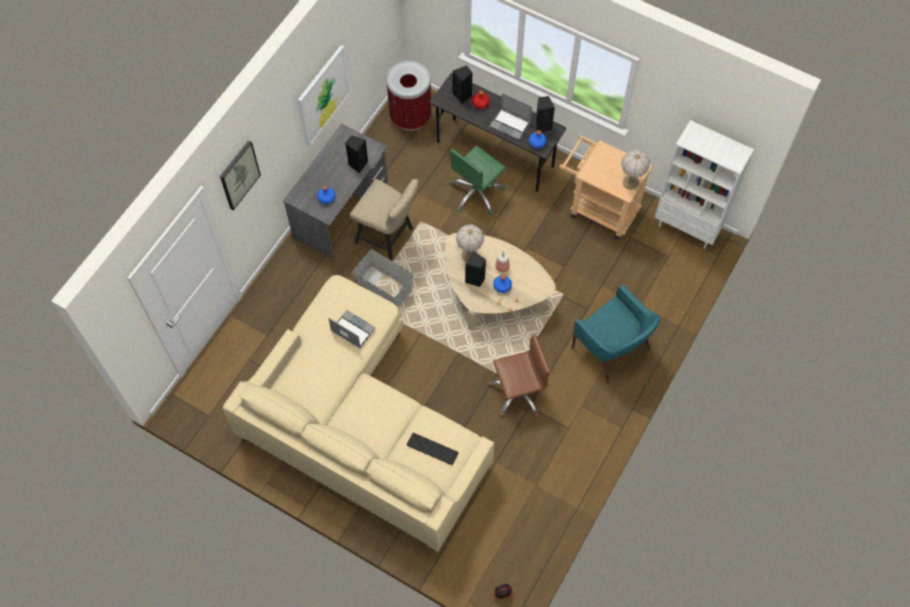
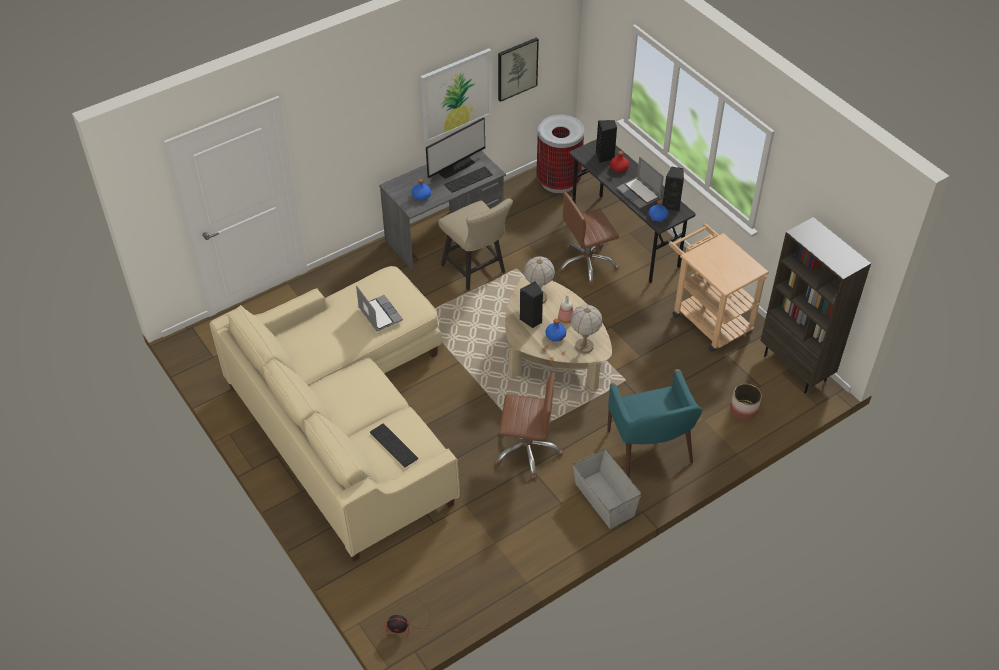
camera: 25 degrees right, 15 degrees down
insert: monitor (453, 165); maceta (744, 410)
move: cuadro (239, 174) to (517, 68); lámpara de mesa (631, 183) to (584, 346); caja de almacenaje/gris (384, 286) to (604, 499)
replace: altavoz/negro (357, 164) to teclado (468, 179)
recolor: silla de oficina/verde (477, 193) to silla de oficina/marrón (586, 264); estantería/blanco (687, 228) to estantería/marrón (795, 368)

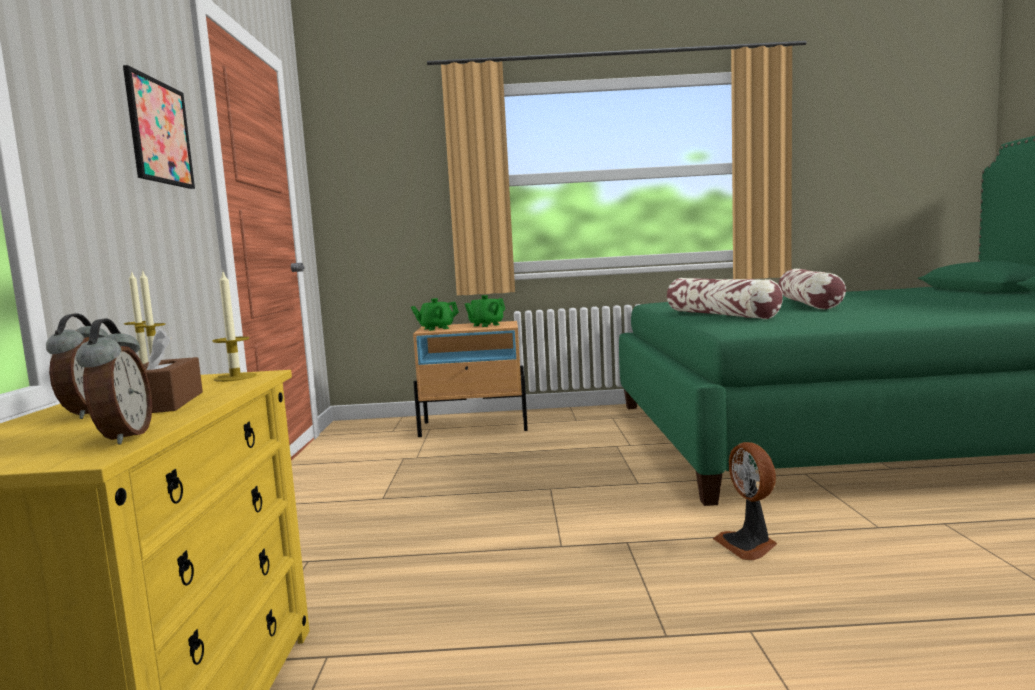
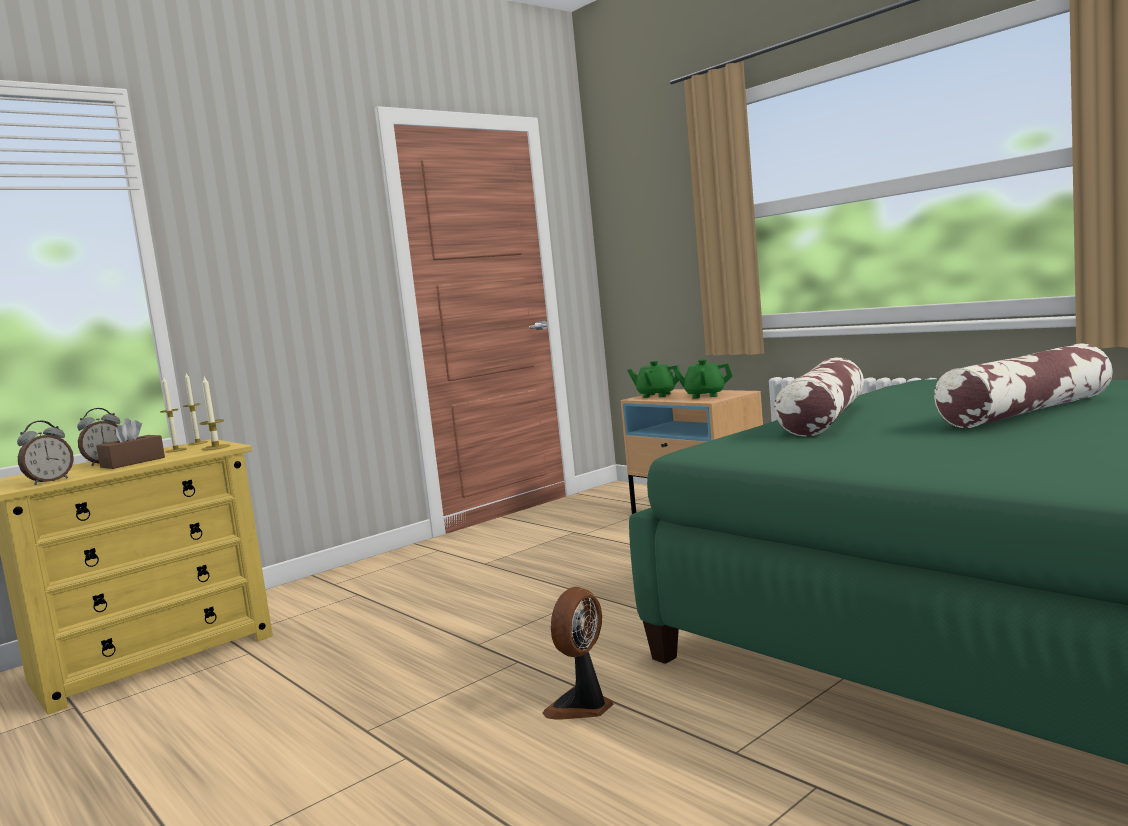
camera: 50 degrees right, 0 degrees up
delete: cuadro (159, 132)

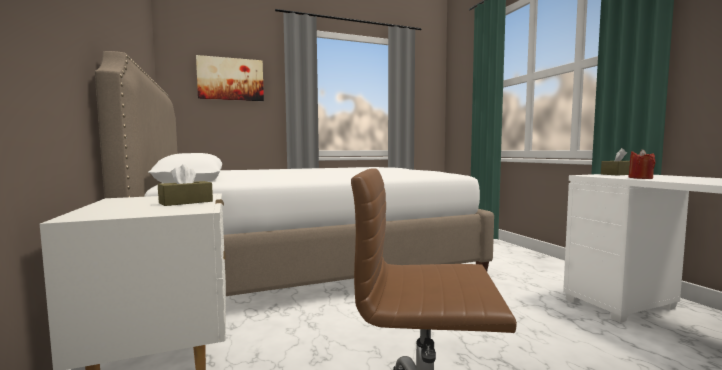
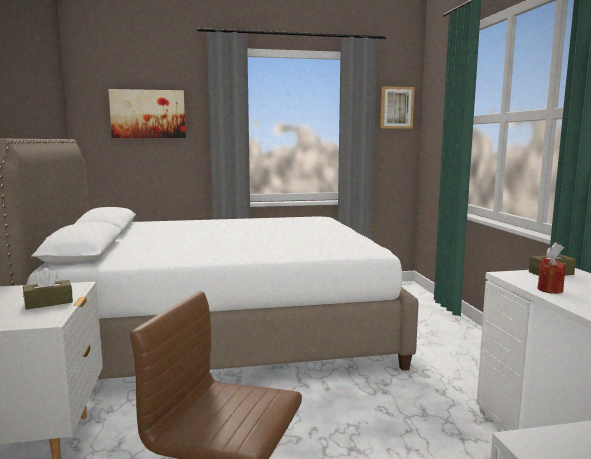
camera: 10 degrees right, 5 degrees up
insert: cuadro (396, 107)

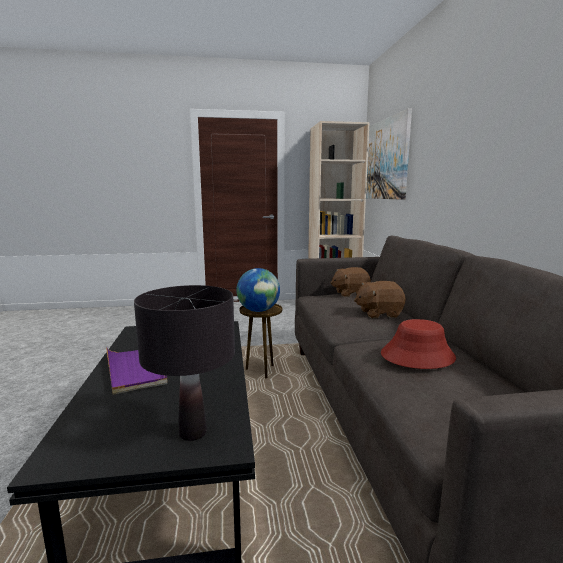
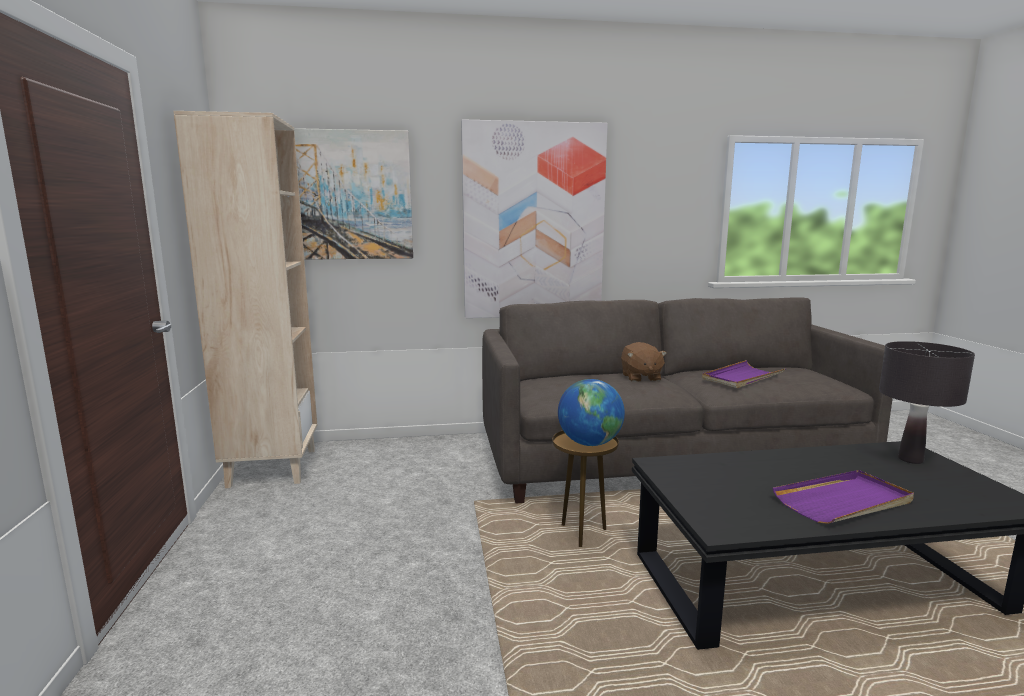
camera: 90 degrees left, 0 degrees up
delete: peluche/marrón (350, 293)
insert: cuadro (533, 222)
replace: sombrero/rojo (417, 356) to bandeja/morado (742, 377)

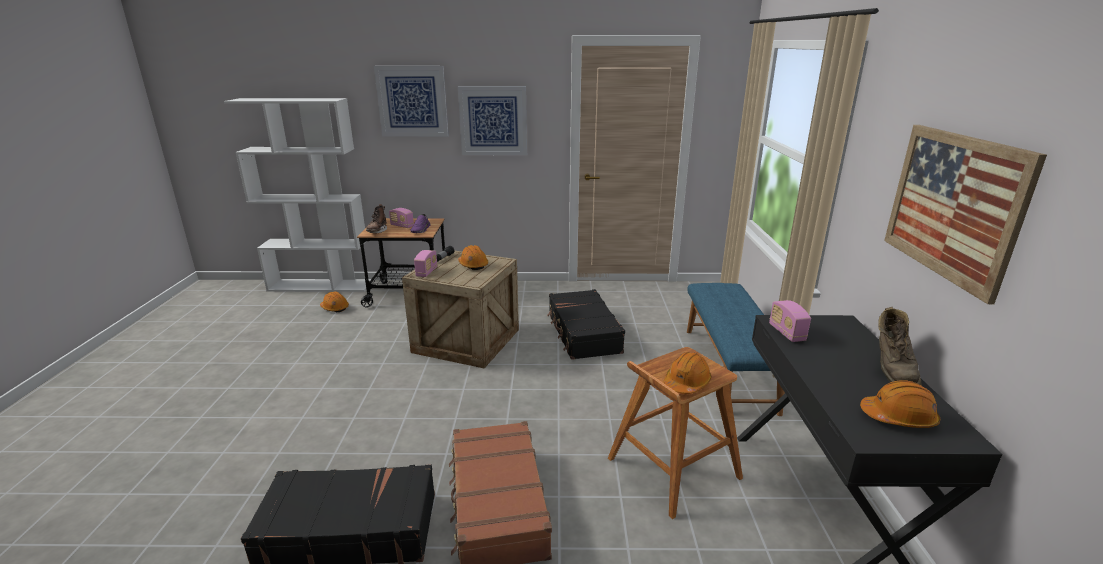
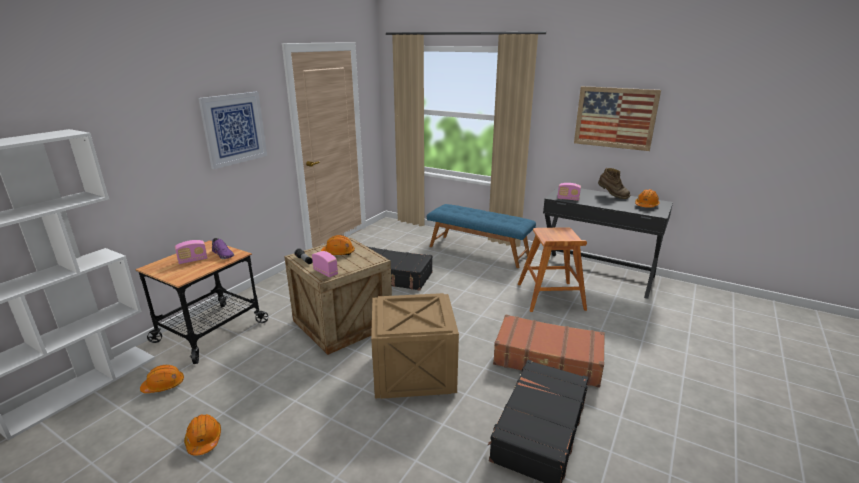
camera: 60 degrees left, 0 degrees up
delete: bota/marrón (377, 231); cuadro (412, 101)
insert: caja de embalaje (415, 373)
move: casco/naranja (686, 383) to (204, 440)

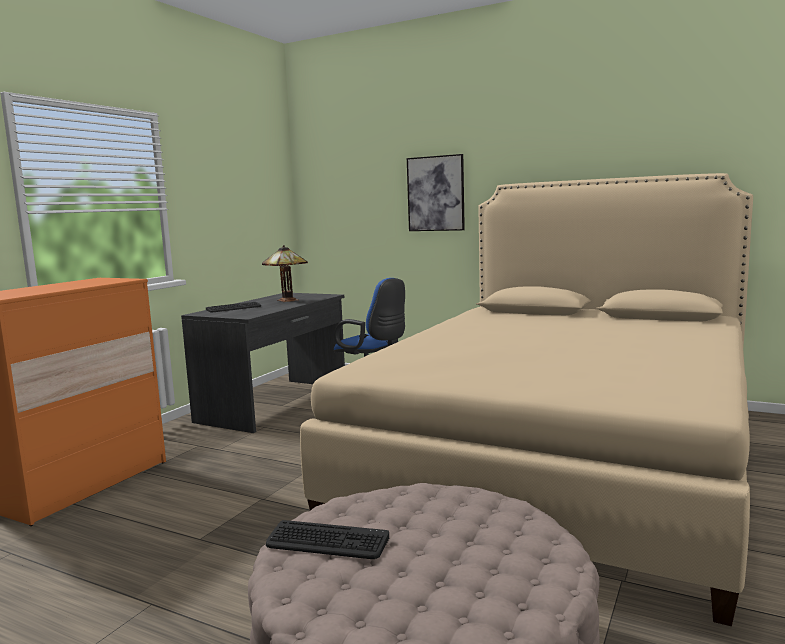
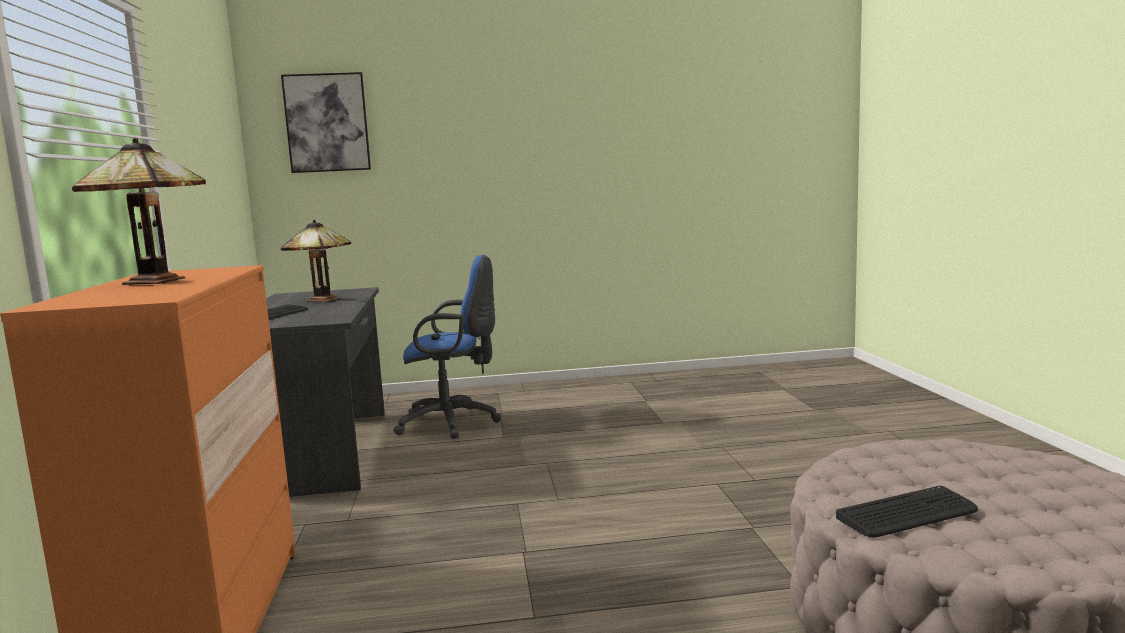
camera: 35 degrees left, 0 degrees up
delete: cama/beis (559, 458)
insert: lámpara de mesa (159, 281)
move: cuadro (436, 193) to (327, 123)

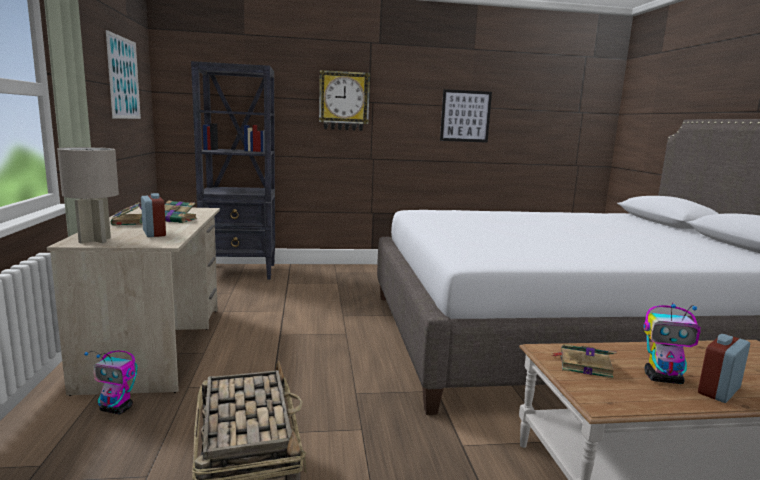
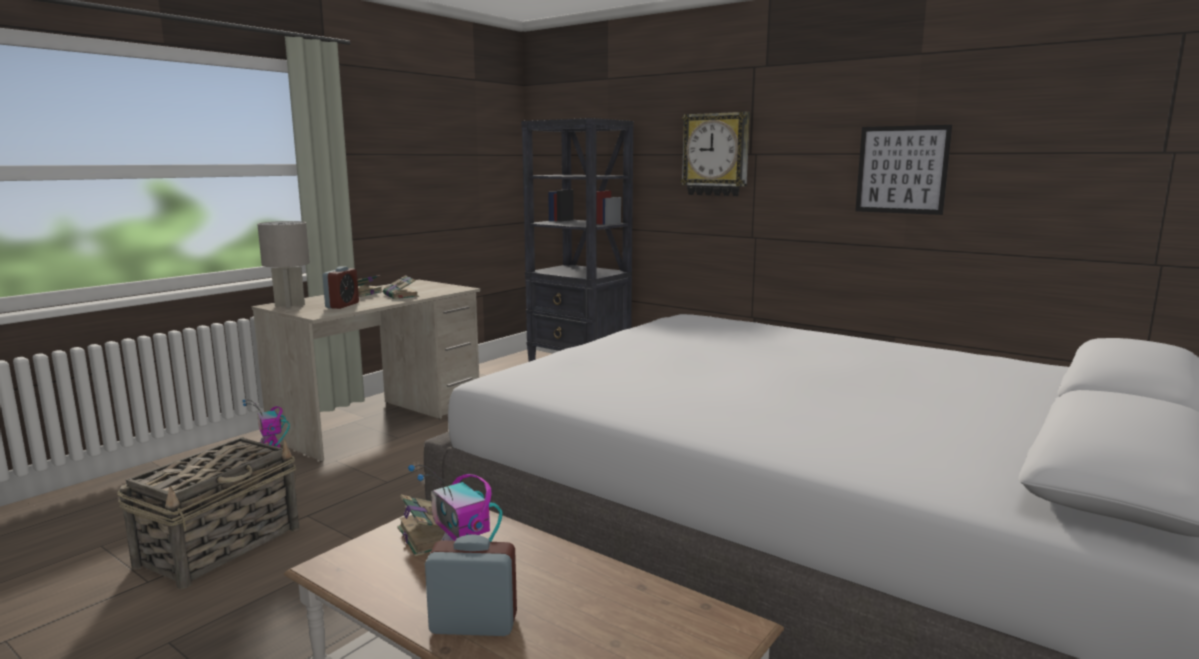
camera: 45 degrees right, 0 degrees up
delete: cuadro (124, 78)

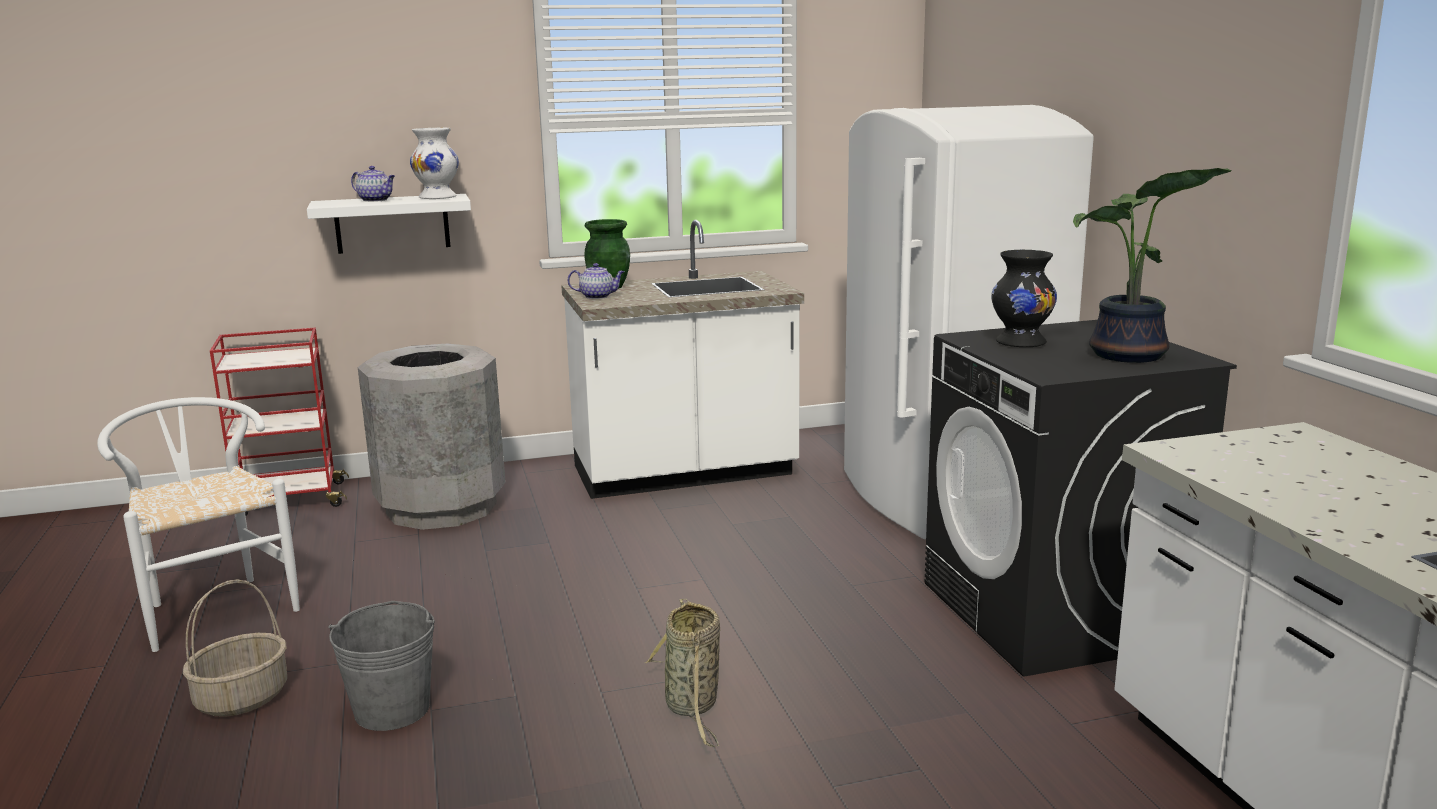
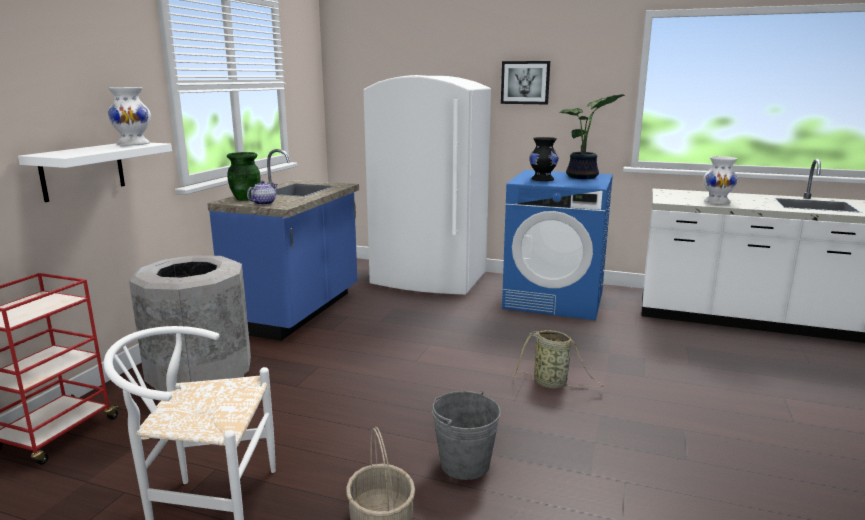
camera: 55 degrees left, 0 degrees up
delete: tetera (376, 200)
insert: cuadro (525, 82); florero/blanco (716, 202)
recolor: mueble bajo de cocina/blanco (684, 474) to mueble bajo de cocina/azul (297, 311); lavadora/negro (1054, 613) to lavadora/azul (554, 300)

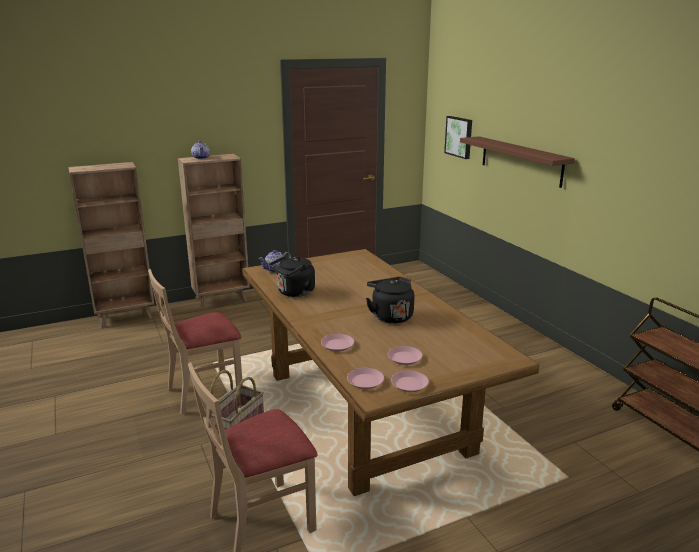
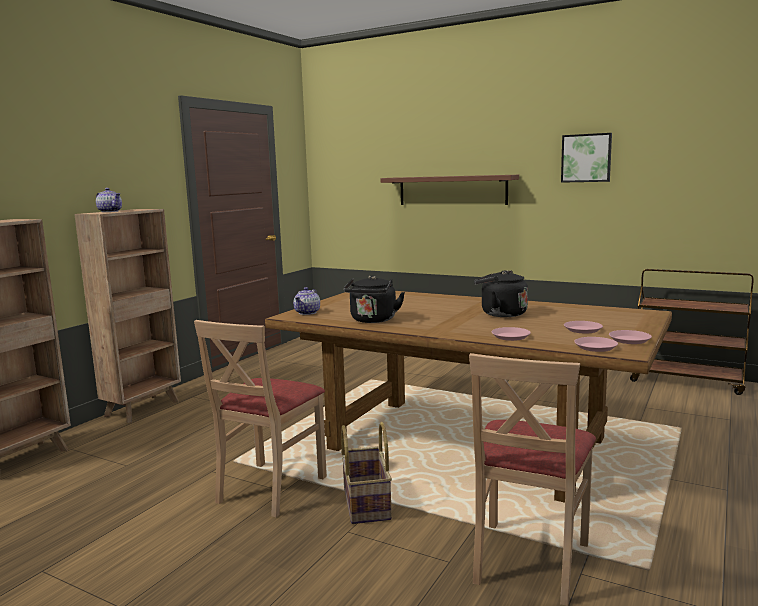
camera: 35 degrees left, 10 degrees down
move: cuadro (459, 137) to (586, 158)

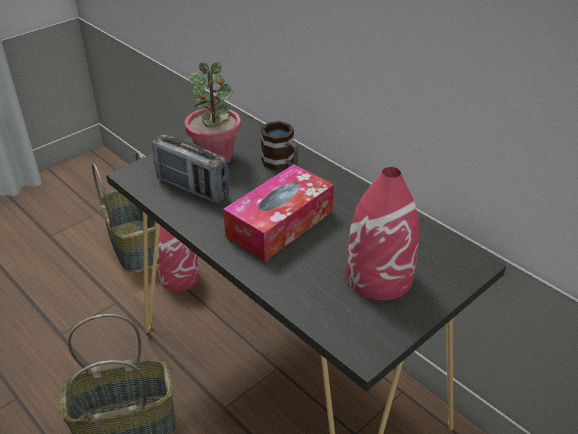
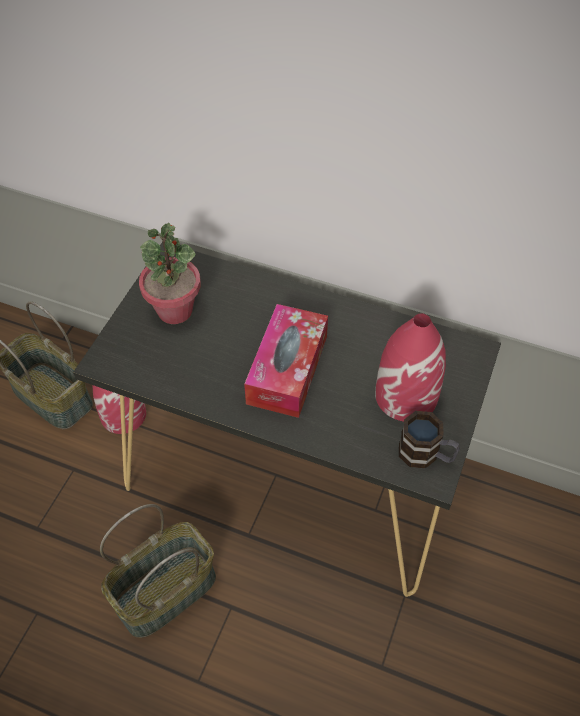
camera: 25 degrees left, 15 degrees up
delete: radio (192, 188)
move: taza grande (282, 164) to (426, 455)

